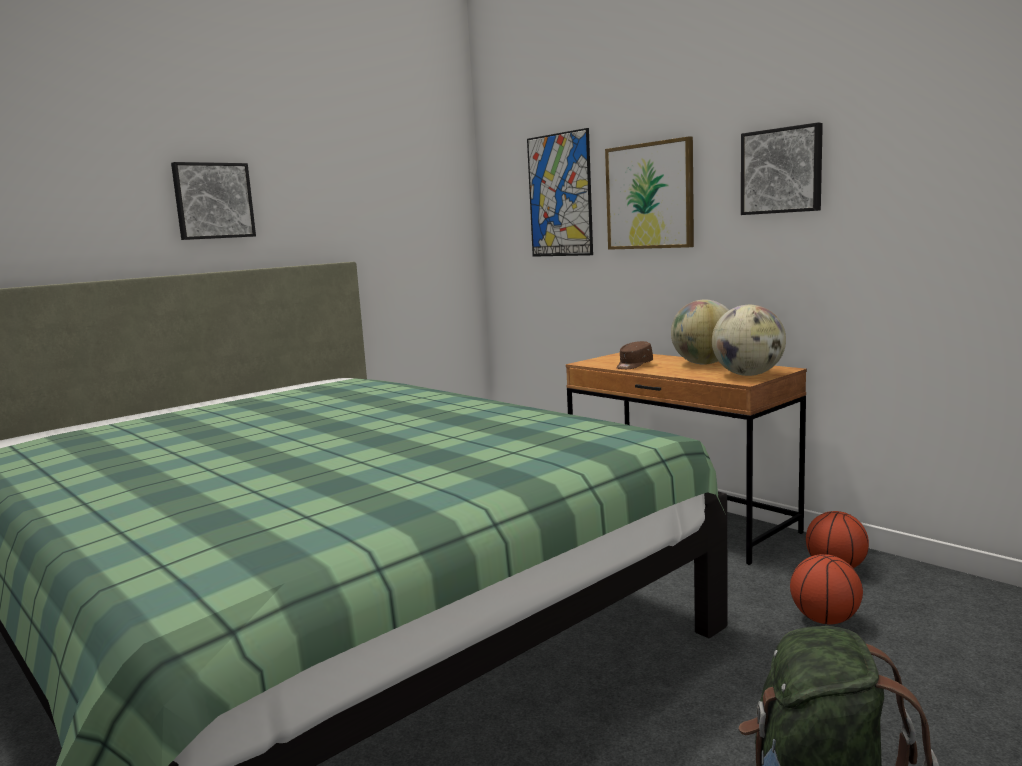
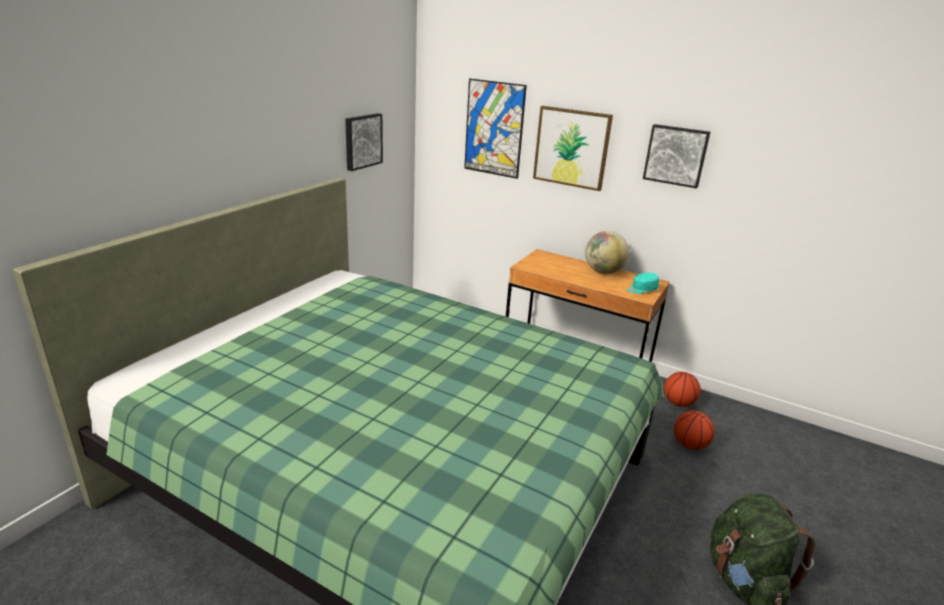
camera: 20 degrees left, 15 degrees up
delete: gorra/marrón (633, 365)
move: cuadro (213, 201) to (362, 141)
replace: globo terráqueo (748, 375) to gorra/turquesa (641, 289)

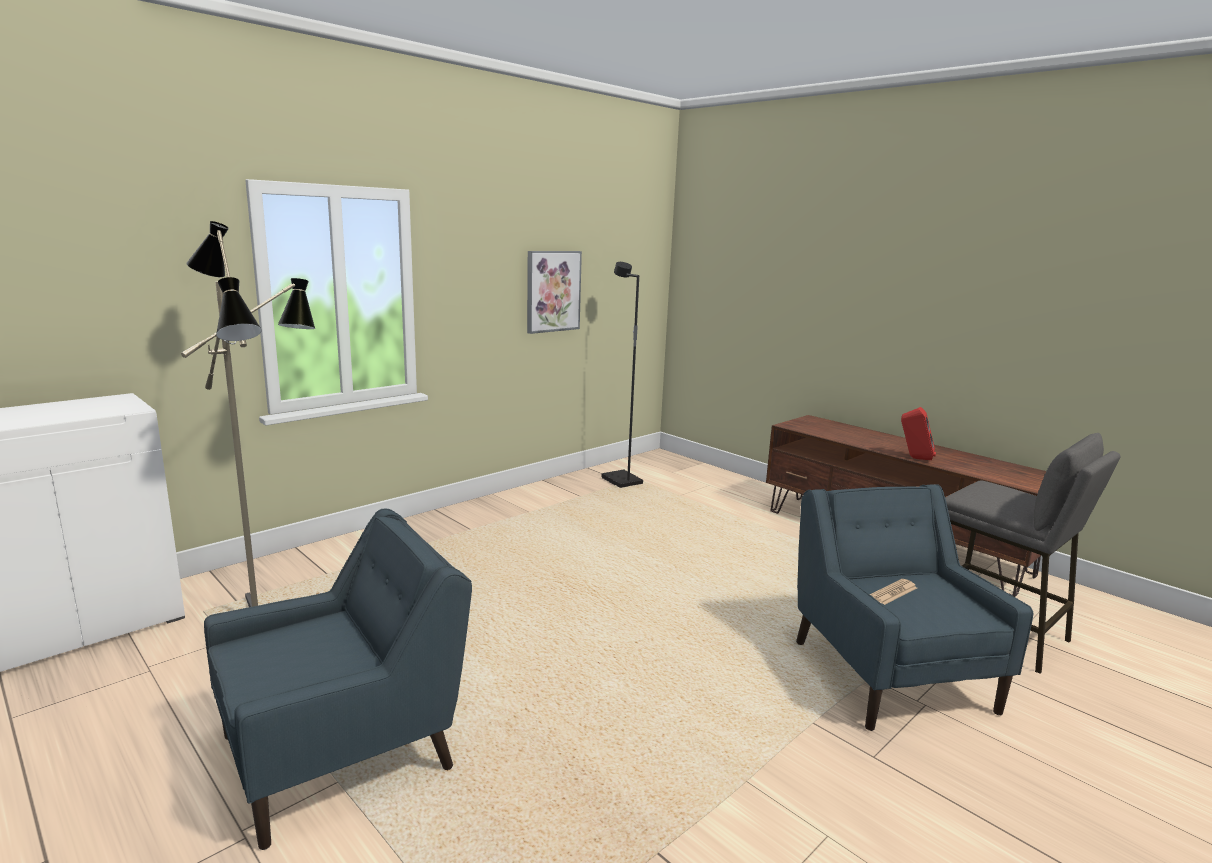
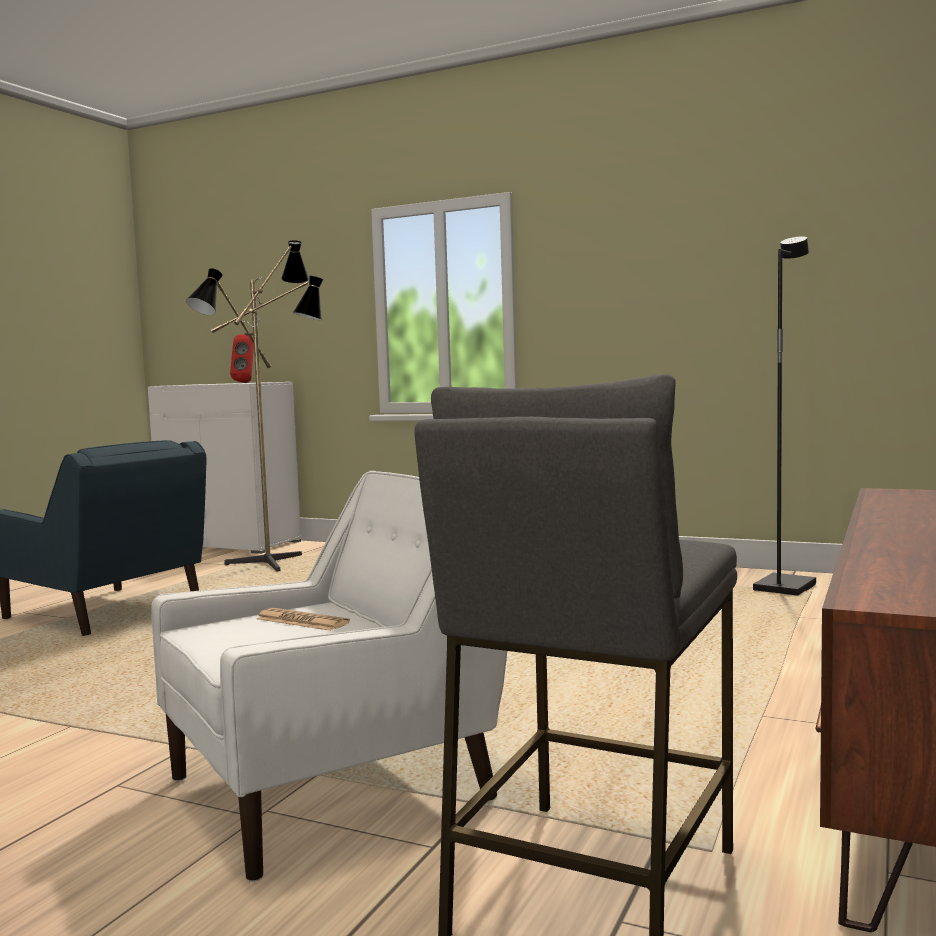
camera: 70 degrees right, 10 degrees down
delete: cuadro (553, 291)
move: altavoz/rojo (914, 458) to (246, 382)
recolor: sillón/azul (889, 673) to sillón/blanco (339, 787)

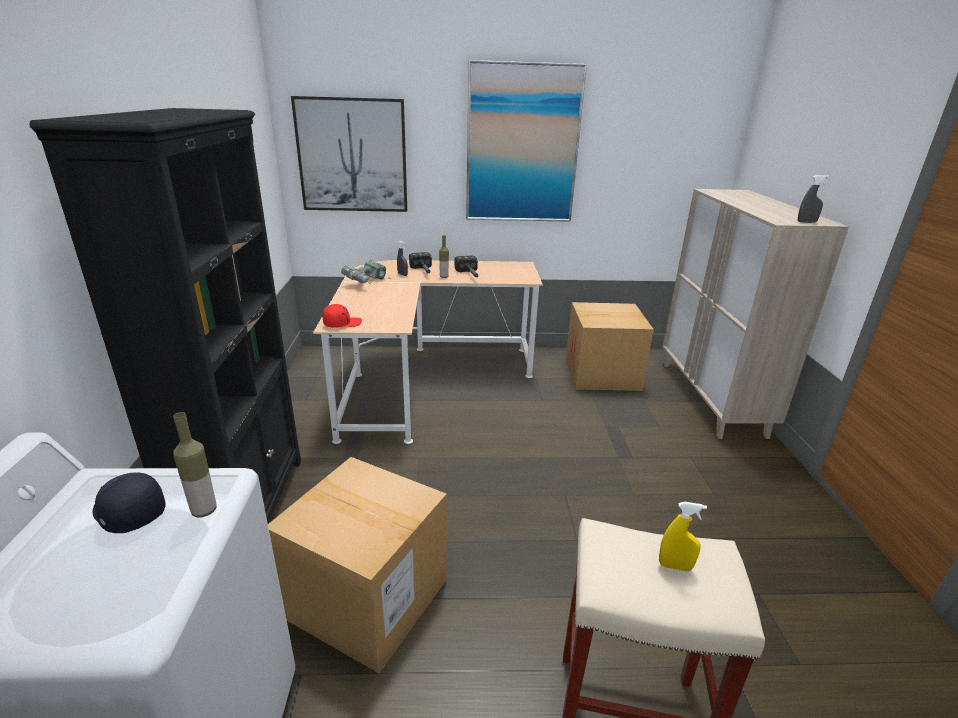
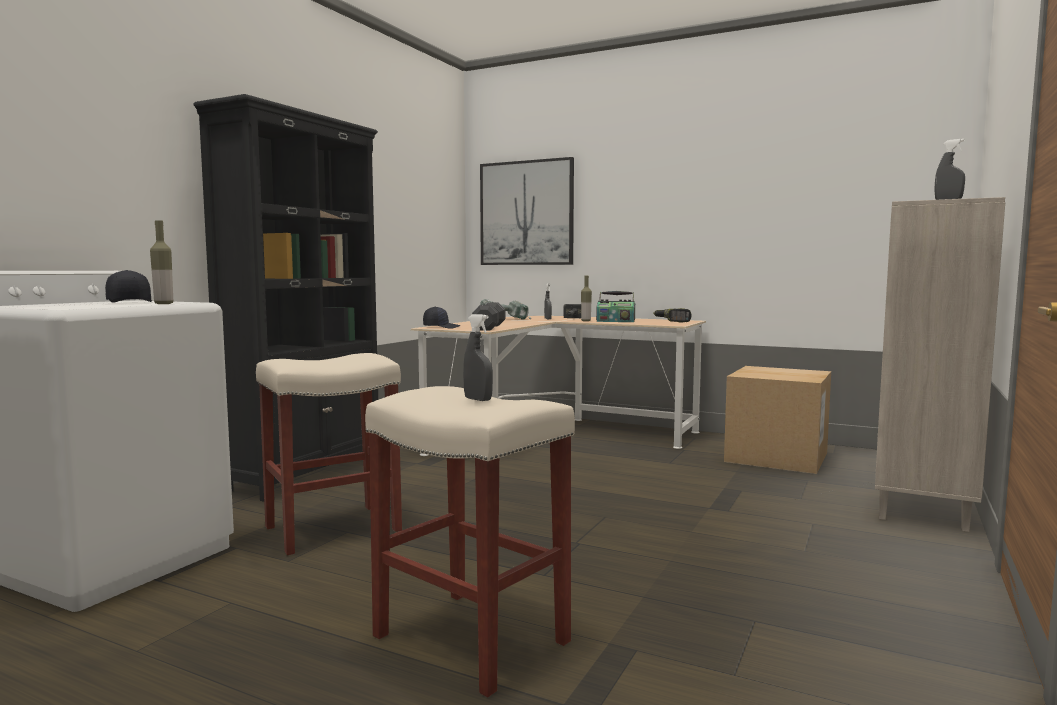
camera: 30 degrees right, 20 degrees down
delete: cuadro (522, 145)
insert: mancuerna/negro (489, 328); taladro (673, 321)
replace: caja de cartón (367, 597) to taburete/beis (334, 528); martillo (470, 275) to radio (615, 321)
recolor: gorra/rojo (342, 323) to gorra/negro (441, 327); pulverizador/amarillo (675, 566) to pulverizador/gris (478, 399)

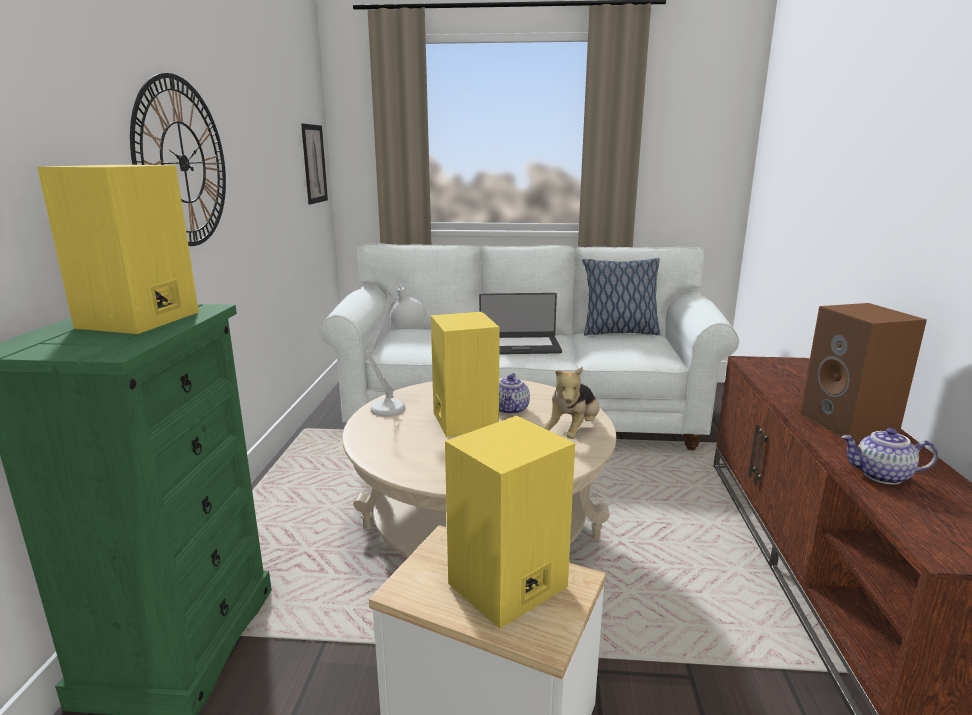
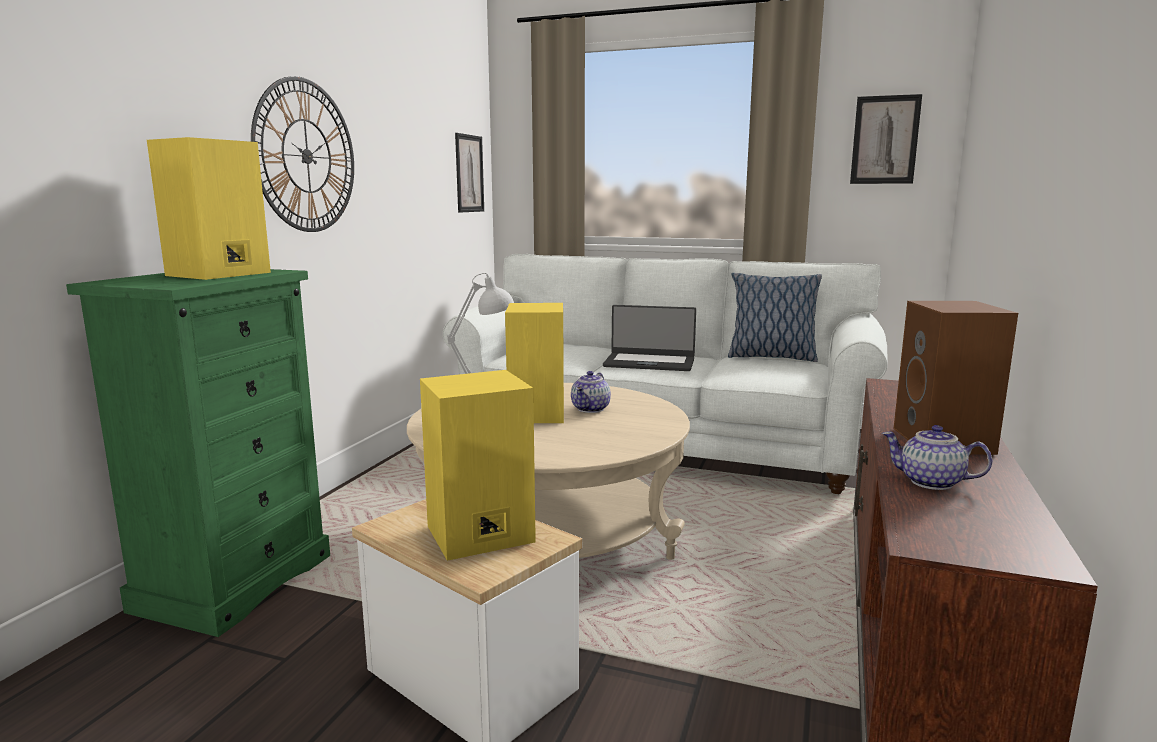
camera: 15 degrees right, 5 degrees down
delete: peluche (573, 431)
insert: cuadro (885, 140)

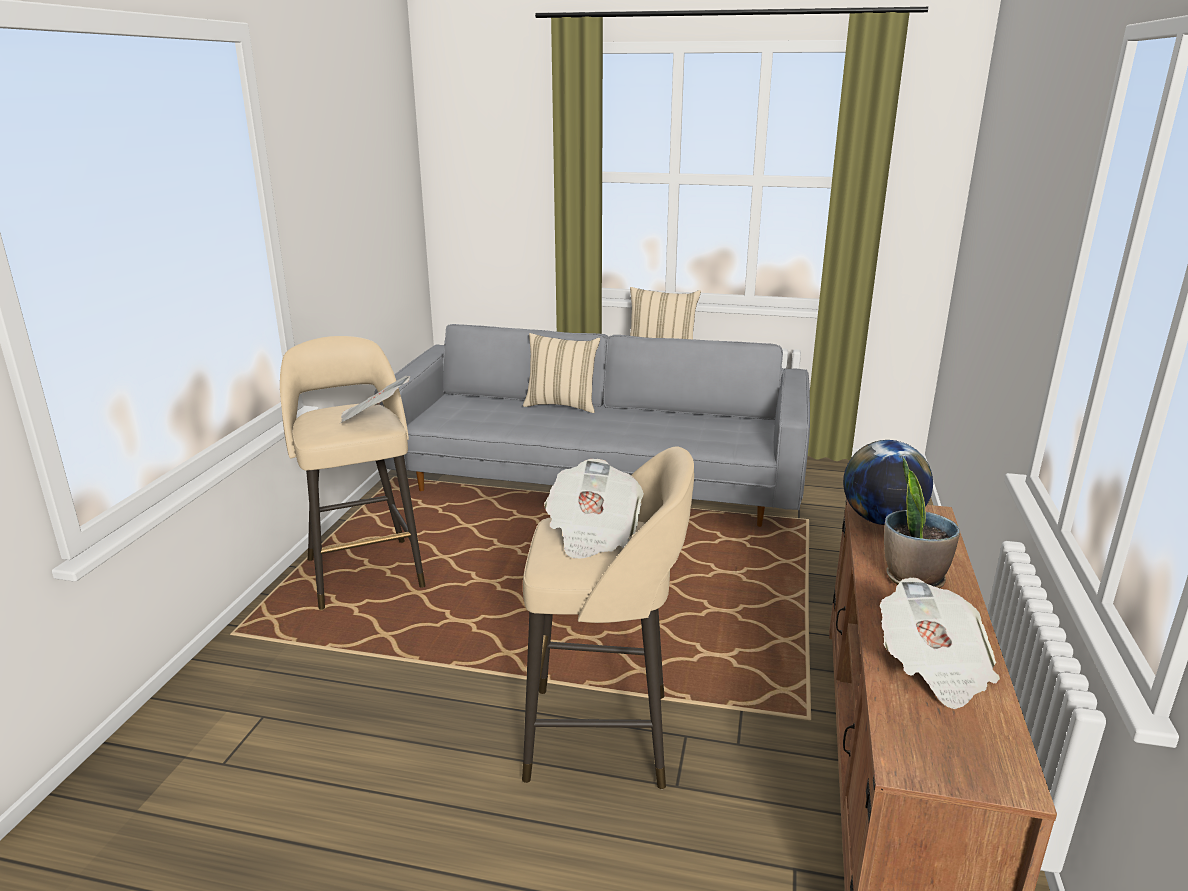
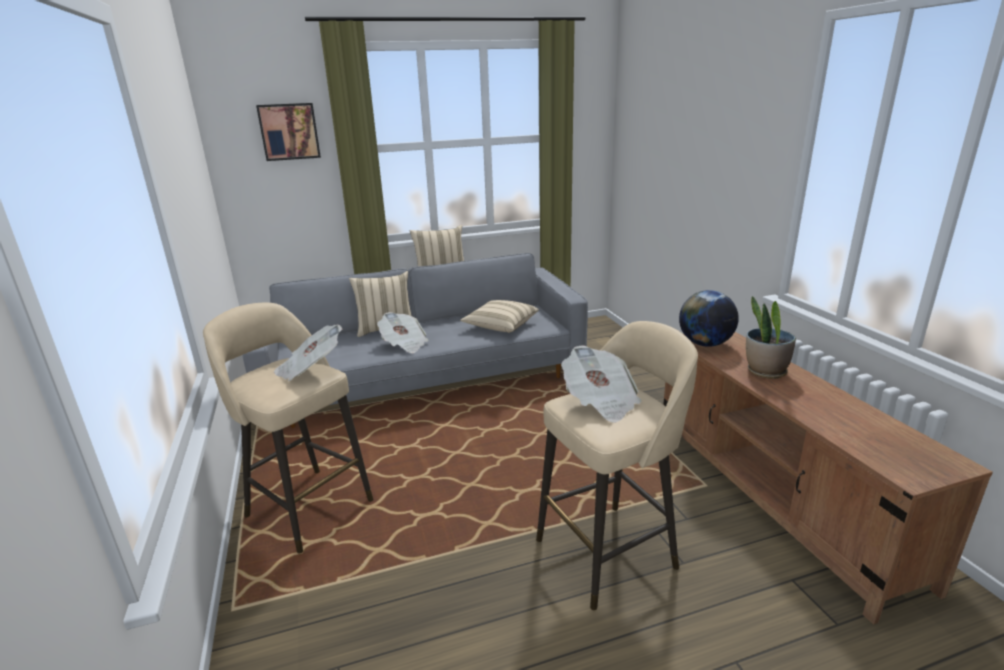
camera: 30 degrees left, 0 degrees up
insert: cuadro (289, 131); cojín/beis (500, 326)
move: periódico (933, 668) to (404, 344)

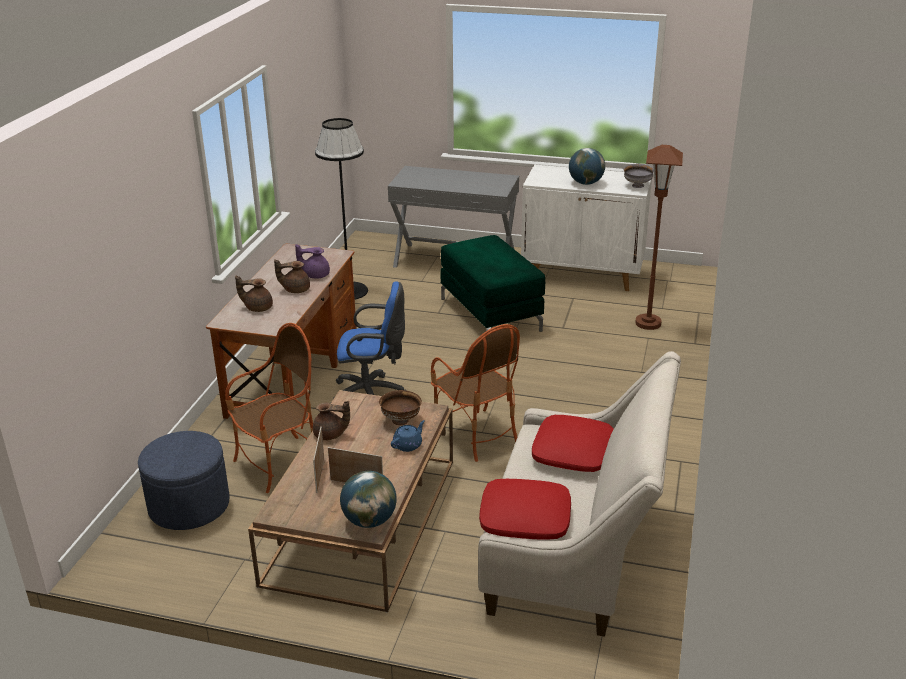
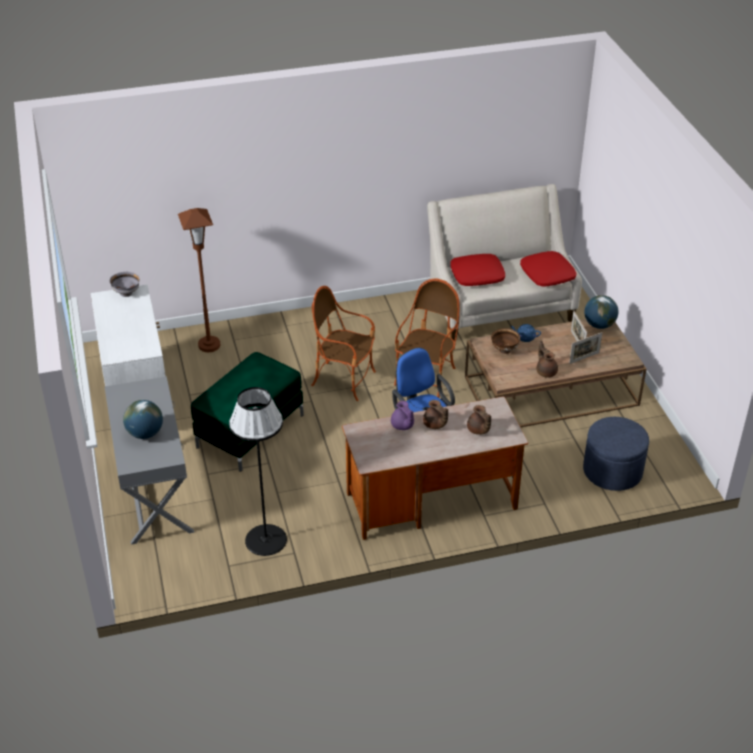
camera: 120 degrees left, 10 degrees up
move: globo terráqueo (585, 183) to (145, 433); sillón (279, 463) to (344, 380)

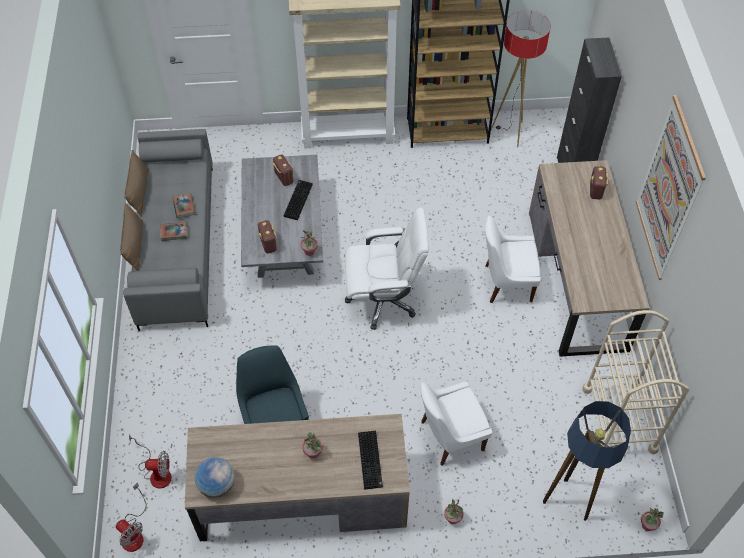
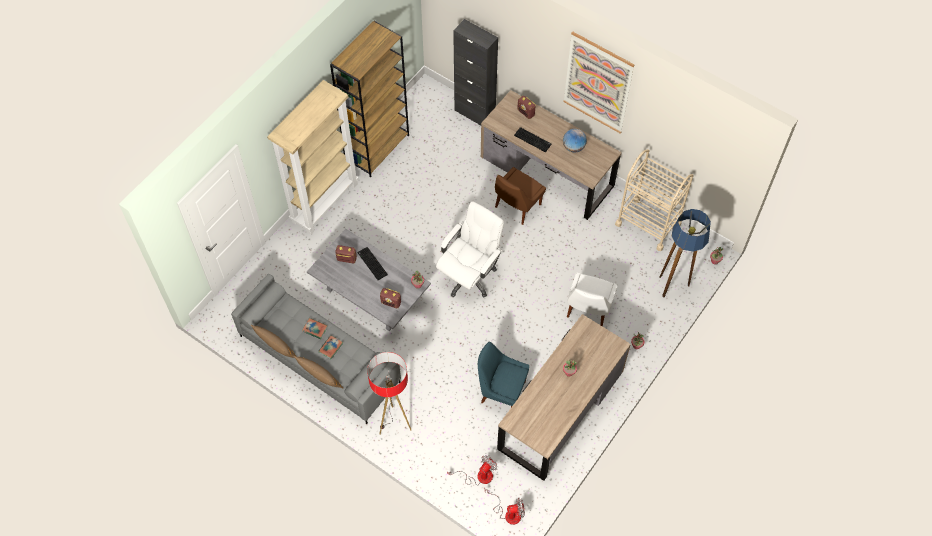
camera: 50 degrees left, 5 degrees up
move: lámpara de pie (509, 133) to (394, 423); teclado (371, 460) to (533, 140); globo terráqueo (217, 484) to (573, 147)
recolor: silla/blanco (505, 283) to silla/marrón (516, 207)

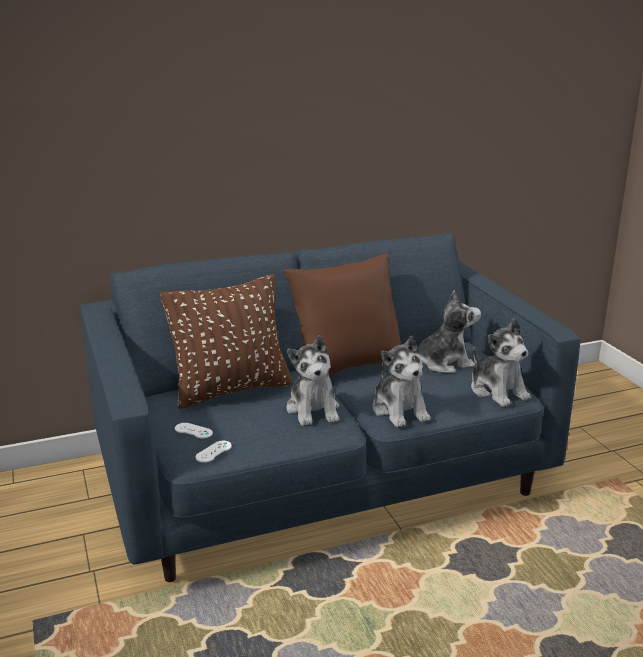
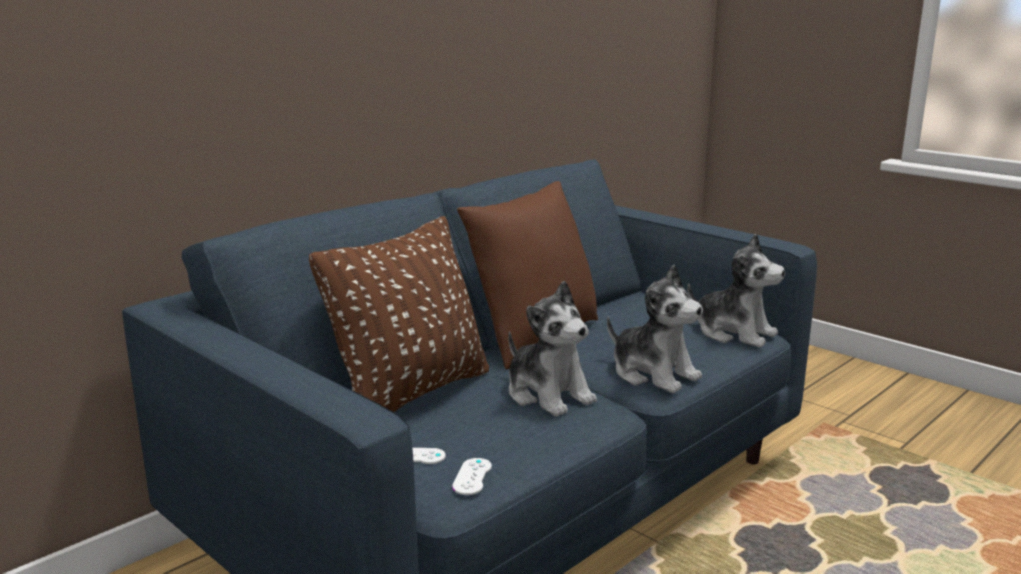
camera: 25 degrees left, 5 degrees down
delete: peluche (443, 363)

